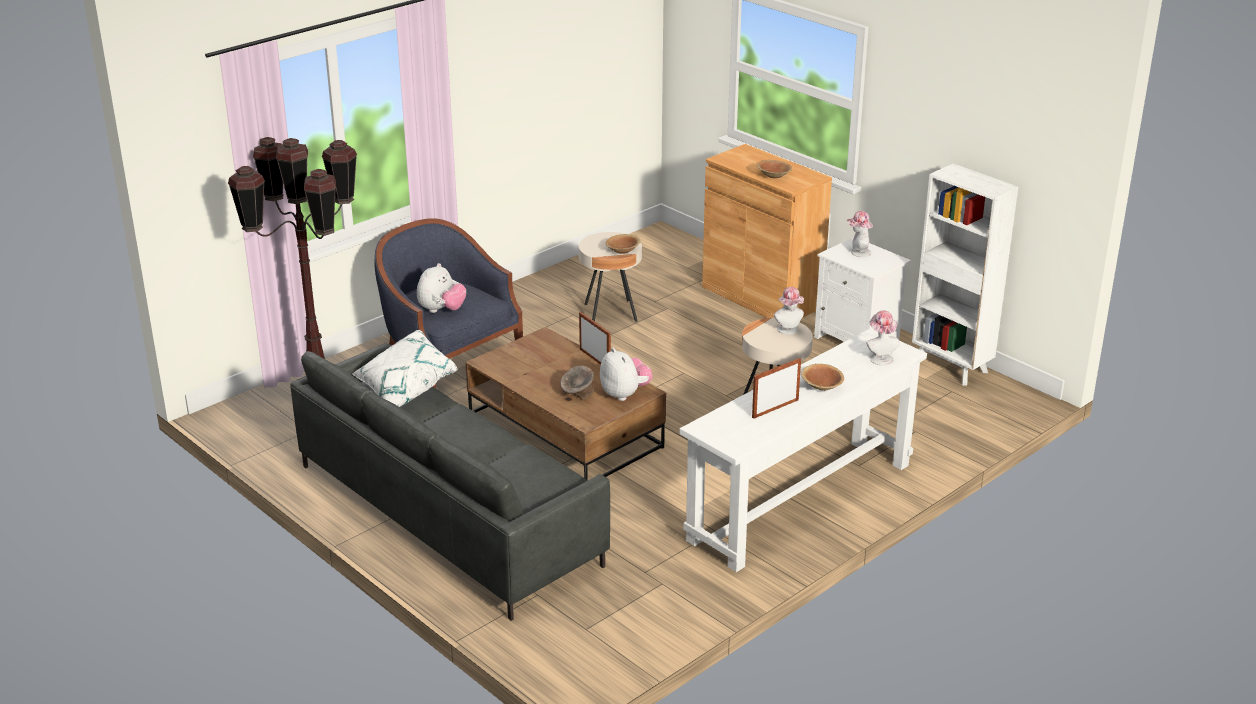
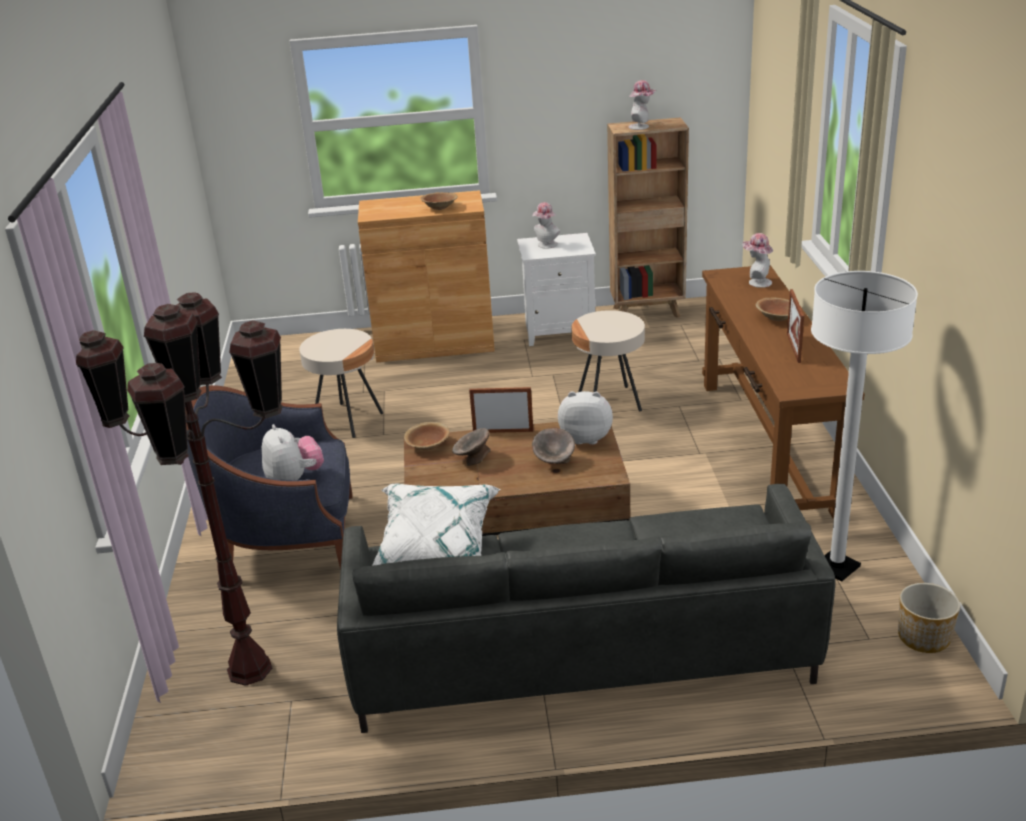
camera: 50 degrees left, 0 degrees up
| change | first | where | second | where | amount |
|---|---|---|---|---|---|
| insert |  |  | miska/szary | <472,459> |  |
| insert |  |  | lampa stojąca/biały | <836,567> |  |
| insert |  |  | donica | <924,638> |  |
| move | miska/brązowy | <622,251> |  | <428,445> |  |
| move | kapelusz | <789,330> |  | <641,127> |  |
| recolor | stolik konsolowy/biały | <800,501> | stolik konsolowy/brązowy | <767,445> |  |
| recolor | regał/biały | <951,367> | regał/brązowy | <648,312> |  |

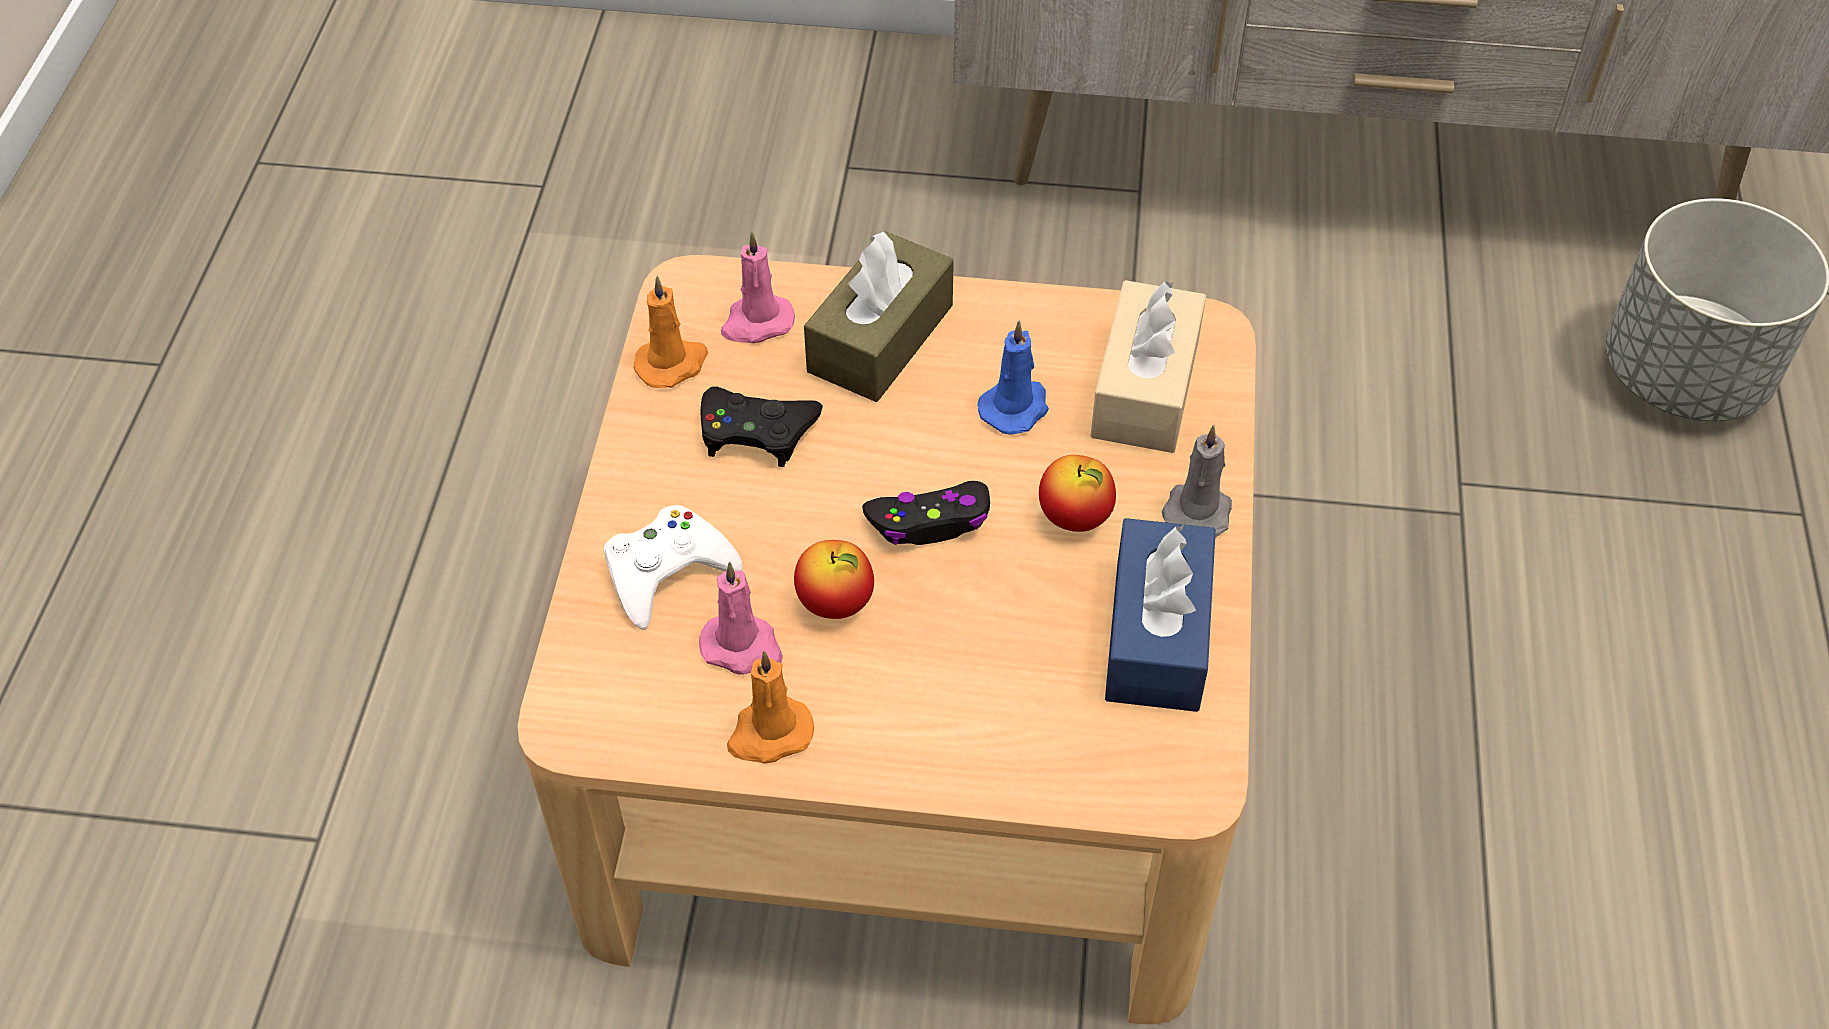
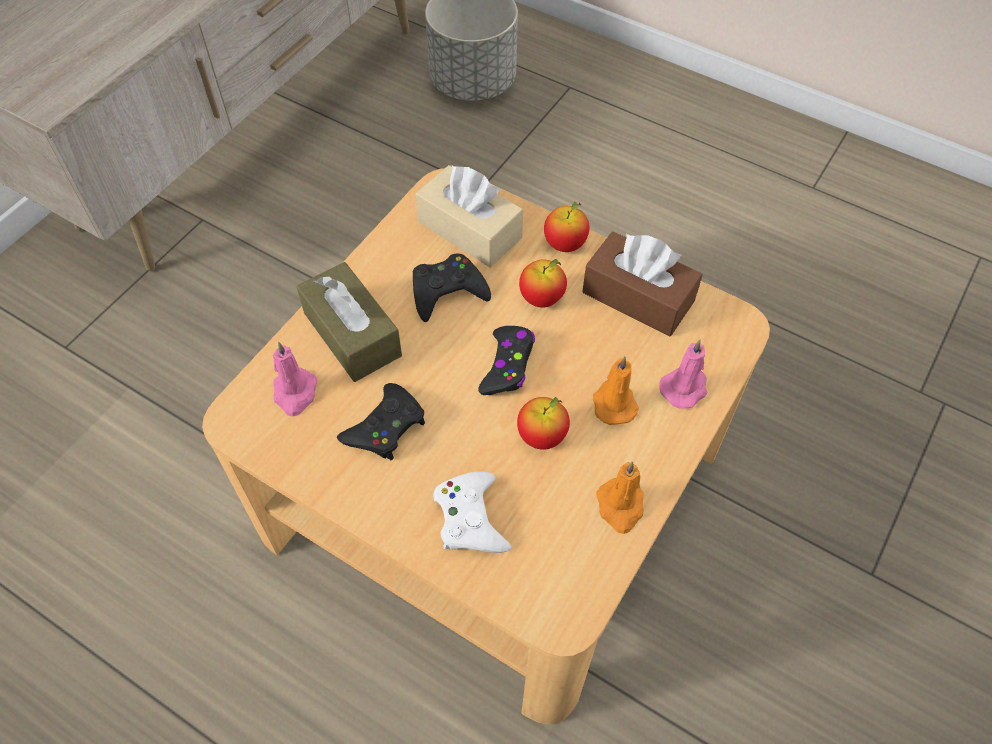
camera: 65 degrees left, 5 degrees up
| change | first | where | second | where | amount |
|---|---|---|---|---|---|
| move | świeca/pomarańczowy | <672,364> |  | <613,403> |  |
| move | świeca/różowy | <743,647> |  | <685,388> |  |
| replace | świeca/niebieski | <1015,407> | pad do gier/czarny | <447,292> |  |
| replace | świeca/szary | <1198,509> | jabłko | <565,244> |  |
| recolor | pudełko chusteczek/niebieski | <1157,635> | pudełko chusteczek/brązowy | <638,297> |  |

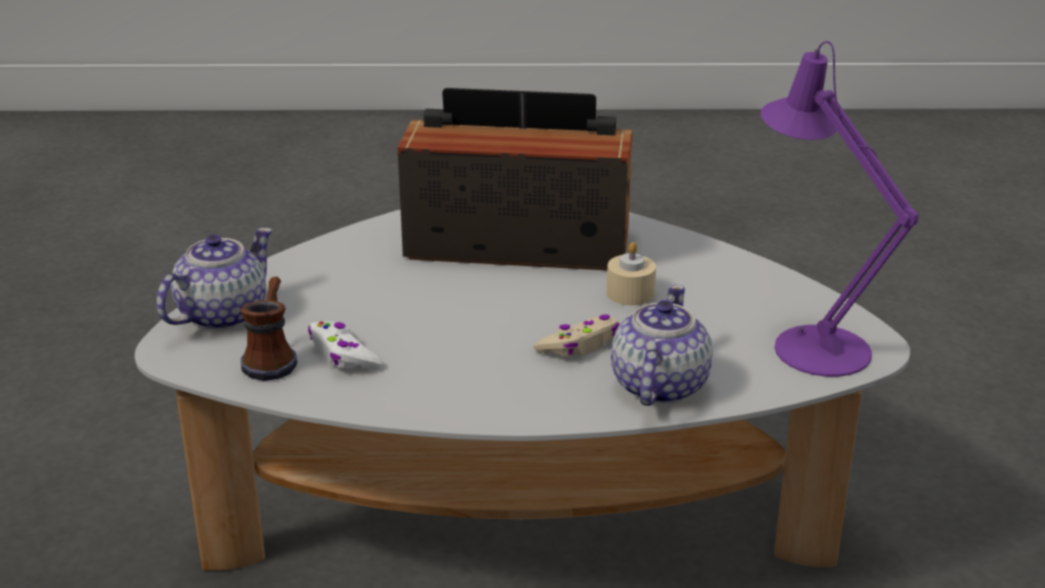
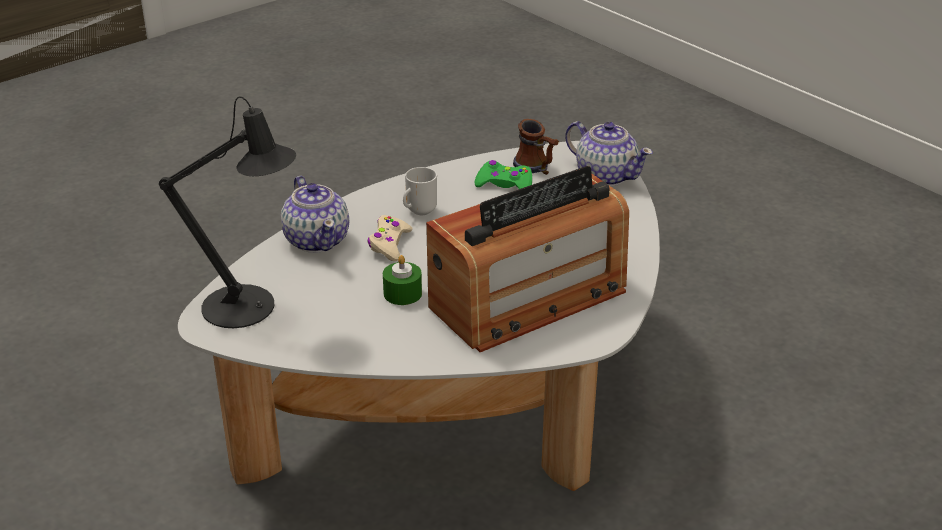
camera: 140 degrees right, 5 degrees up
| change | first | where | second | where | amount |
|---|---|---|---|---|---|
| insert |  |  | kubek | <419,211> |  |
| recolor | pad do gier/biały | <343,356> | pad do gier/zielony | <505,184> |  |
| recolor | świeca/beżowy | <630,293> | świeca/zielony | <402,293> |  |
| recolor | lampa stołowa/fioletowy | <811,344> | lampa stołowa/czarny | <249,308> |  |
| rotate | imbryk | <221,315> |  | <605,175> | 45 degrees counterclockwise |

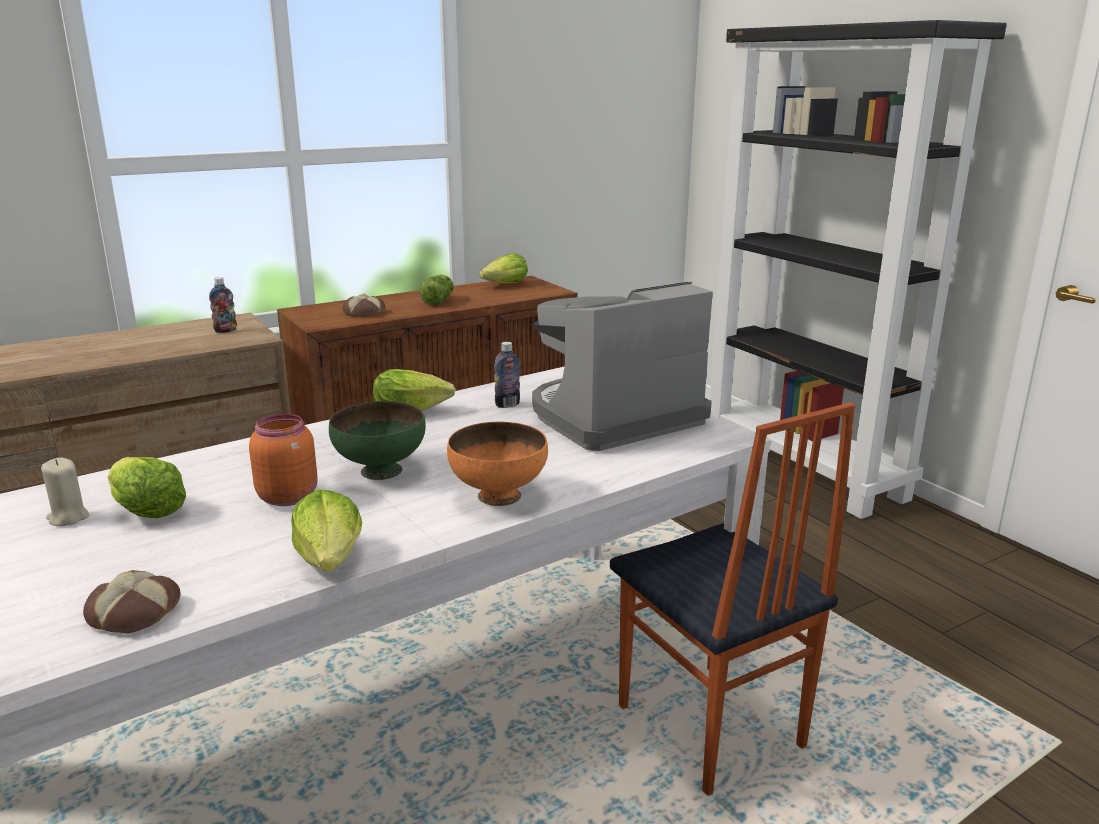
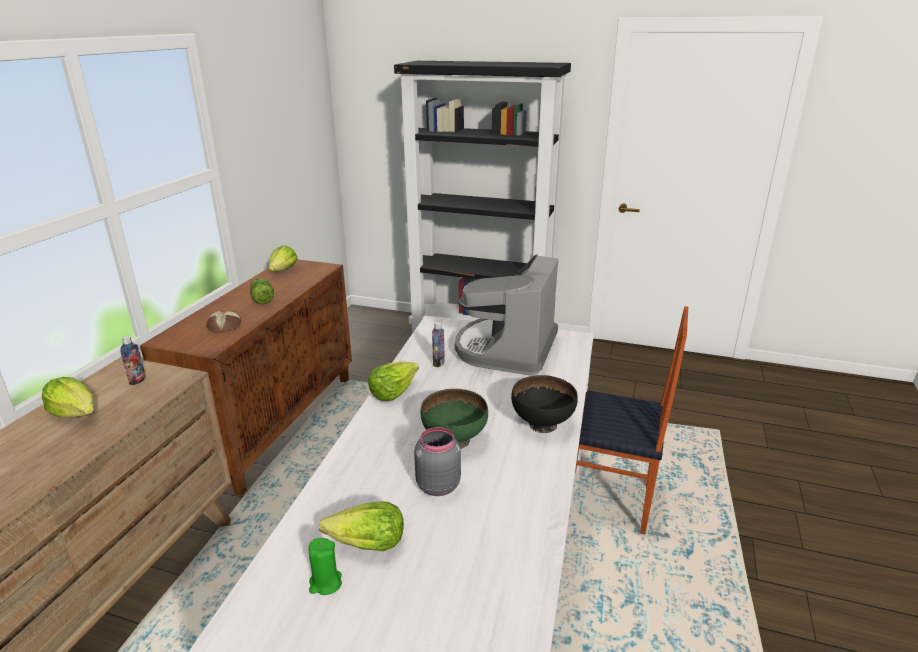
camera: 40 degrees left, 5 degrees up
| change | first | where | second | where | amount |
|---|---|---|---|---|---|
| delete | chleb | <136,613> |  |  |  |
| move | sałata | <330,559> |  | <76,413> |  |
| recolor | świeca/beżowy | <68,518> | świeca/zielony | <325,583> |  |
| recolor | słoik/pomarańczowy | <287,496> | słoik/szary | <437,485> |  |
| recolor | miska/pomarańczowy | <498,495> | miska/czarny | <541,424> |  |

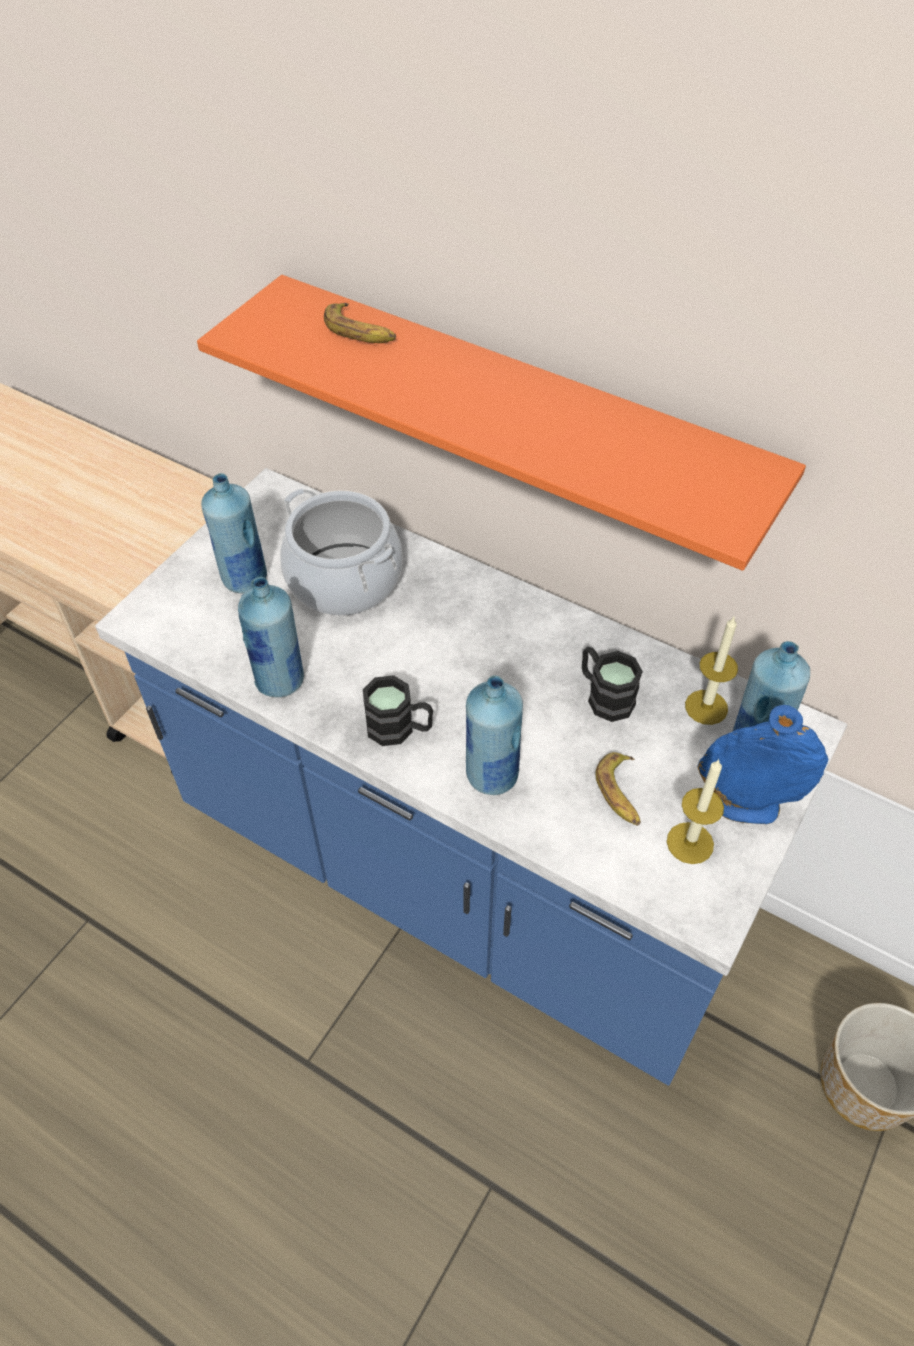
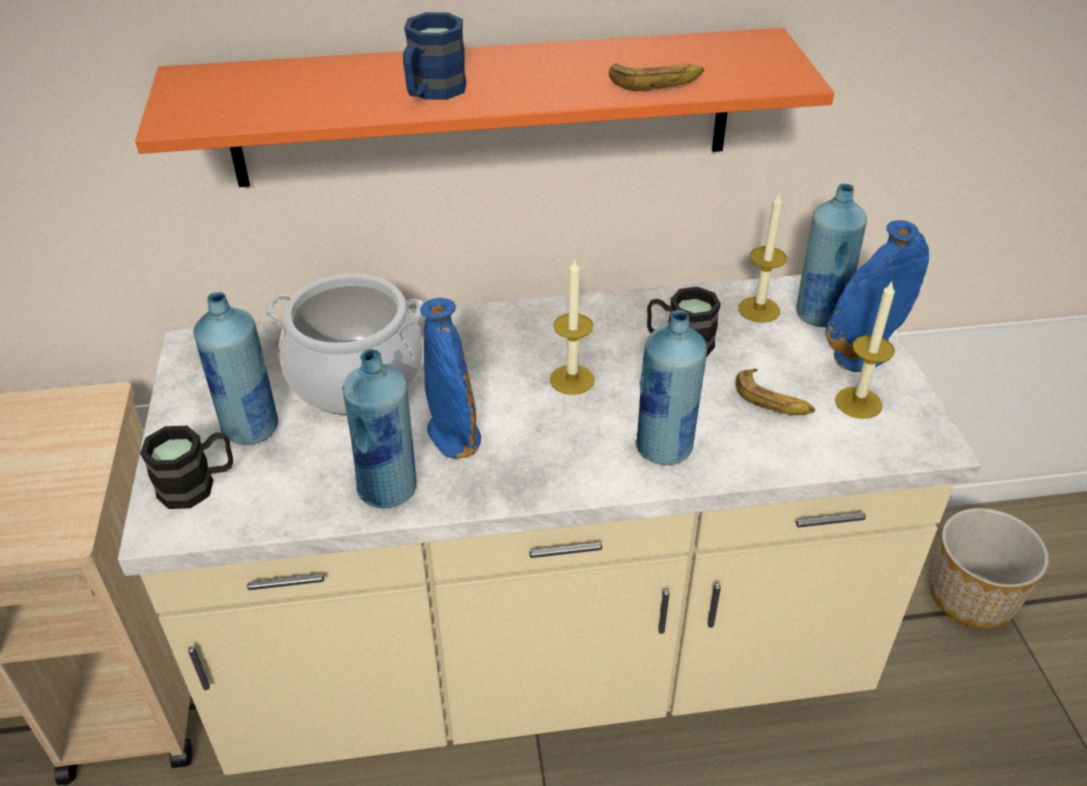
camera: 40 degrees left, 10 degrees down
| change | first | where | second | where | amount |
|---|---|---|---|---|---|
| insert |  |  | kubek/niebieski | <432,92> |  |
| insert |  |  | wazon/niebieski | <454,436> |  |
| insert |  |  | świeca | <572,379> |  |
| move | banan | <360,331> |  | <656,82> |  |
| move | kubek/czarny | <400,729> |  | <198,485> |  |
| recolor | zabudowa kuchenna/niebieski | <458,873> | zabudowa kuchenna/beżowy | <544,660> |  |

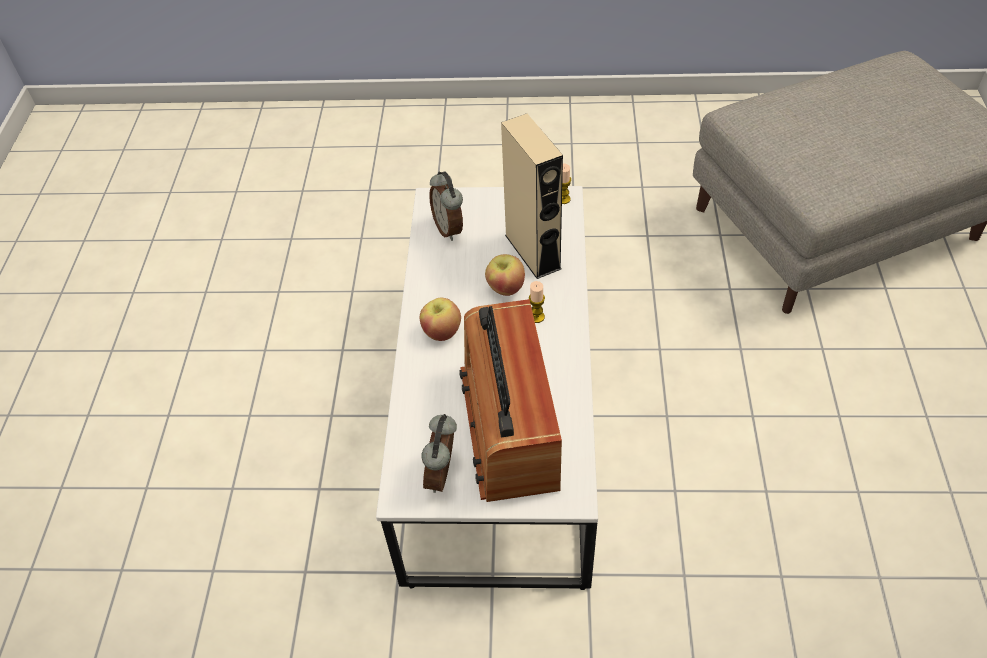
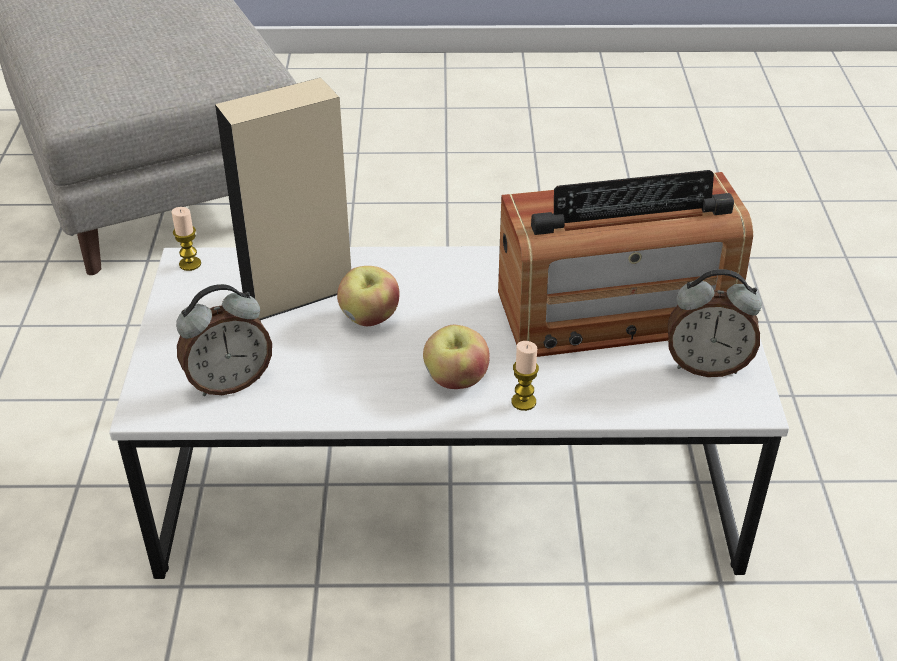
camera: 95 degrees left, 10 degrees down
| change | first | where | second | where | amount |
|---|---|---|---|---|---|
| move | świeca | <536,317> |  | <523,402> |  |

